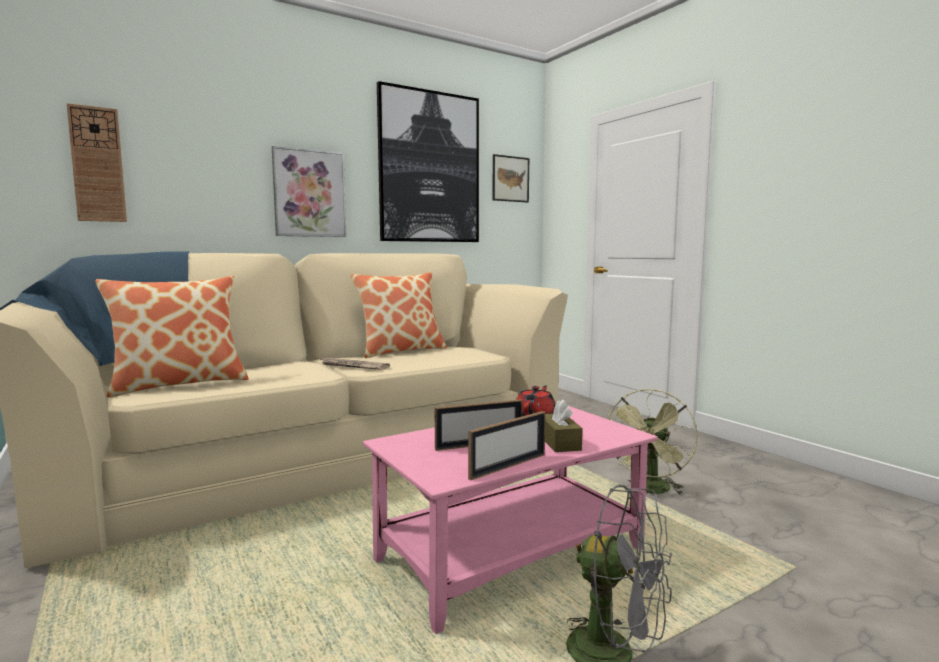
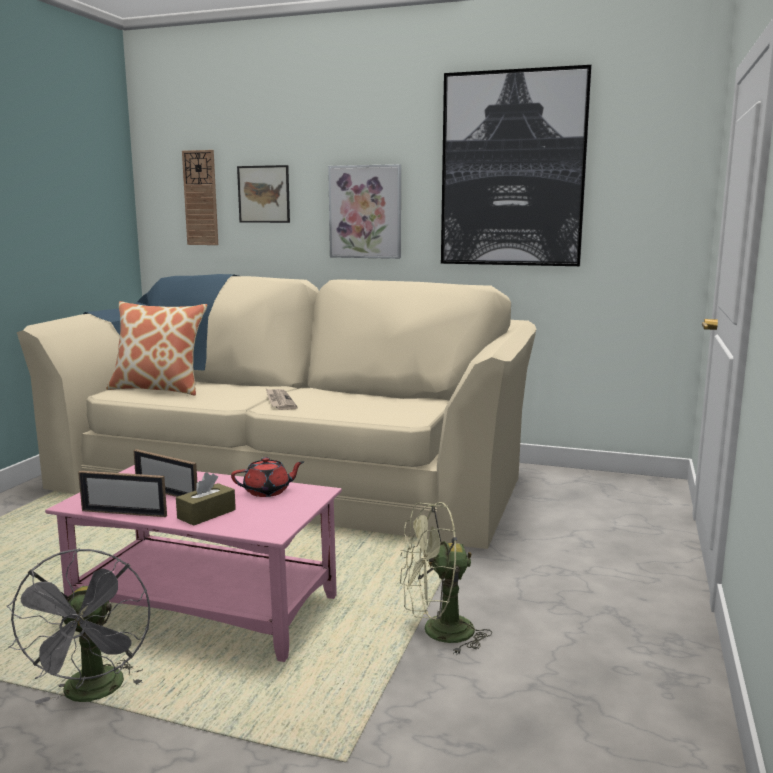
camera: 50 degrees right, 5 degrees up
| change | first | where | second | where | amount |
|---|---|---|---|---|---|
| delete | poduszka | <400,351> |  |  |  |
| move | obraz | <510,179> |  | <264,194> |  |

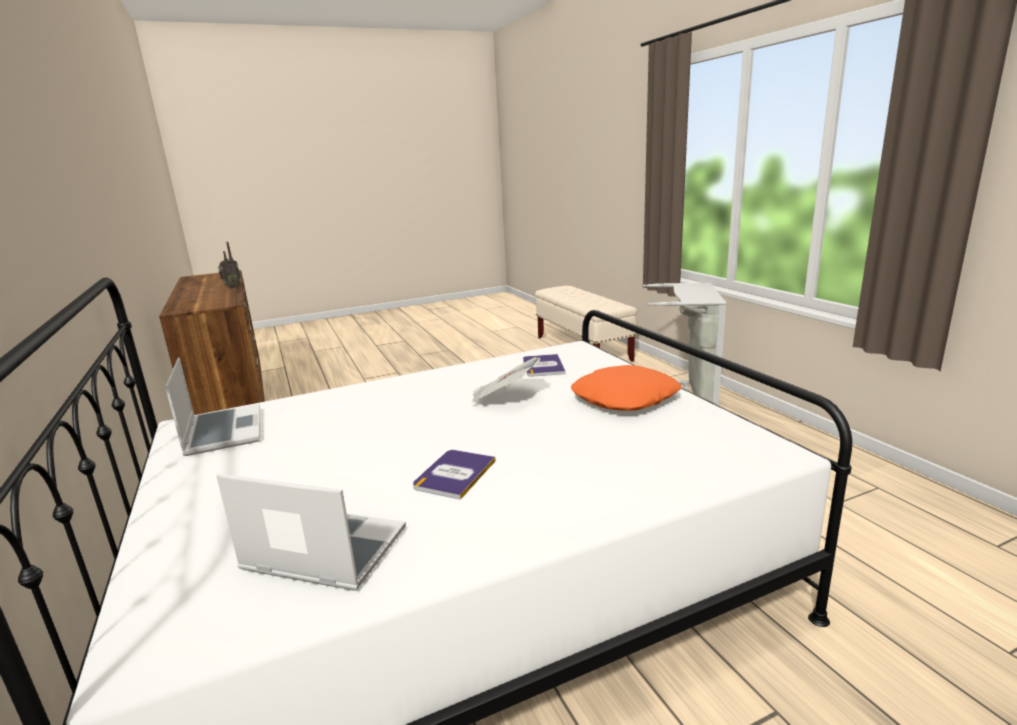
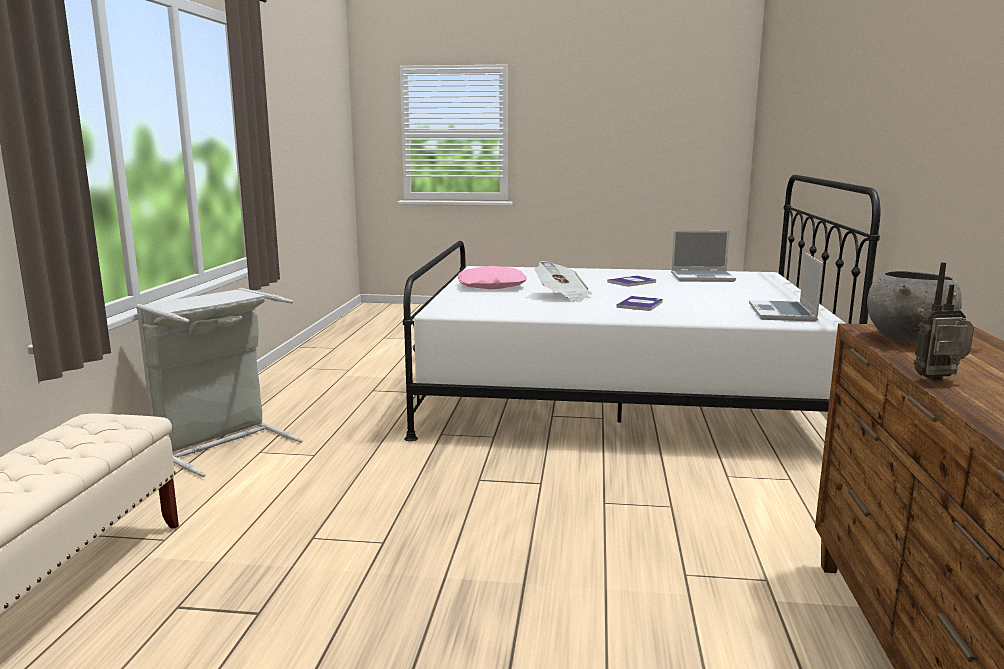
camera: 150 degrees left, 5 degrees down
| change | first | where | second | where | amount |
|---|---|---|---|---|---|
| insert |  |  | miska/szary | <908,339> |  |
| move | książka | <543,366> |  | <640,304> |  |
| recolor | poduszka/pomarańczowy | <624,398> | poduszka/różowy | <491,286> |  |
| rotate | laptop | <322,551> |  | <703,277> | 45 degrees counterclockwise |

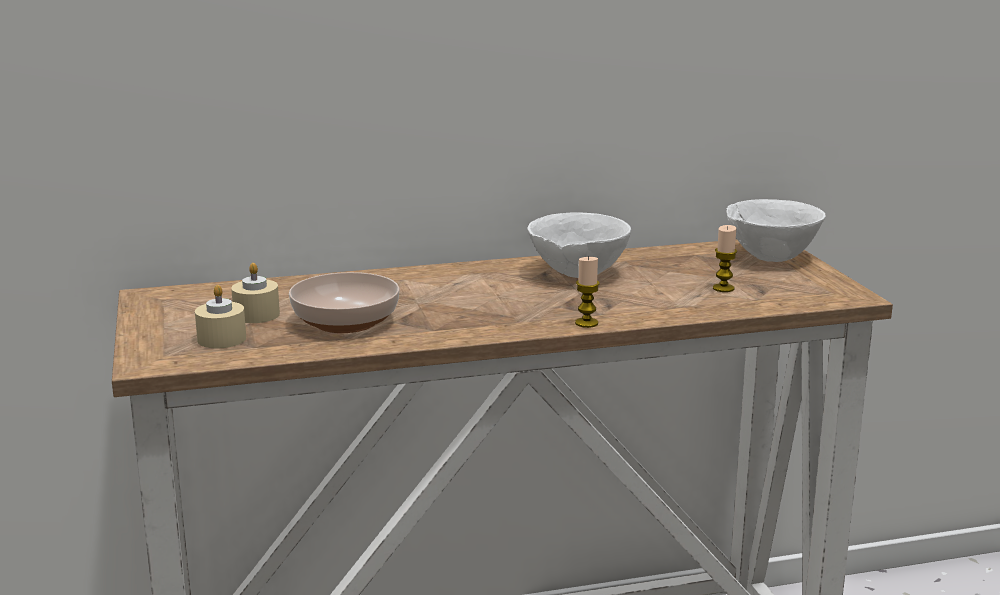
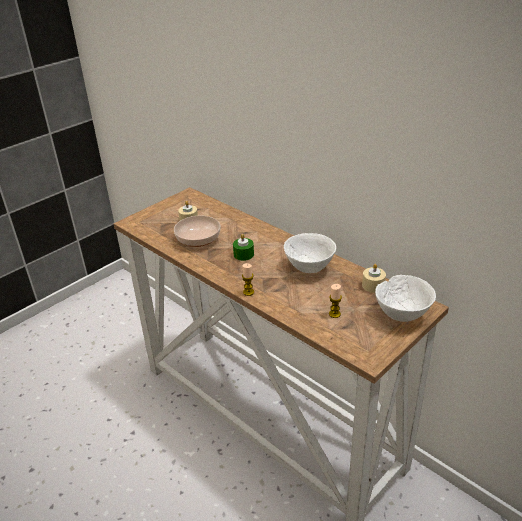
camera: 60 degrees right, 15 degrees up
| change | first | where | second | where | amount |
|---|---|---|---|---|---|
| insert |  |  | świeca/zielony | <243,254> |  |
| move | świeca/beżowy | <222,339> |  | <373,285> |  |

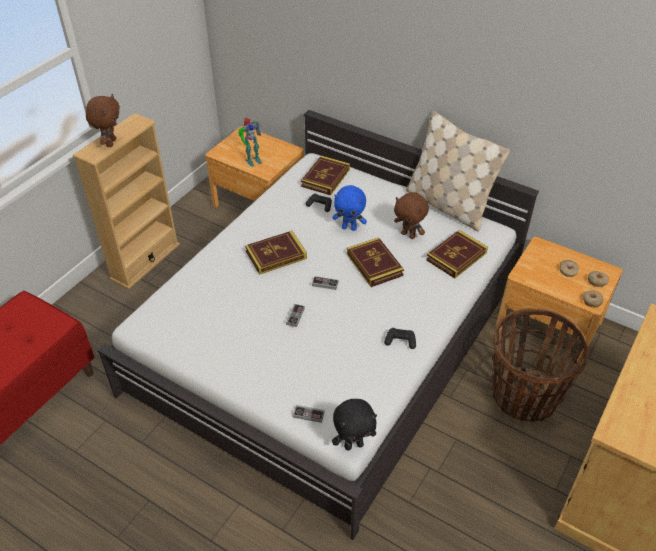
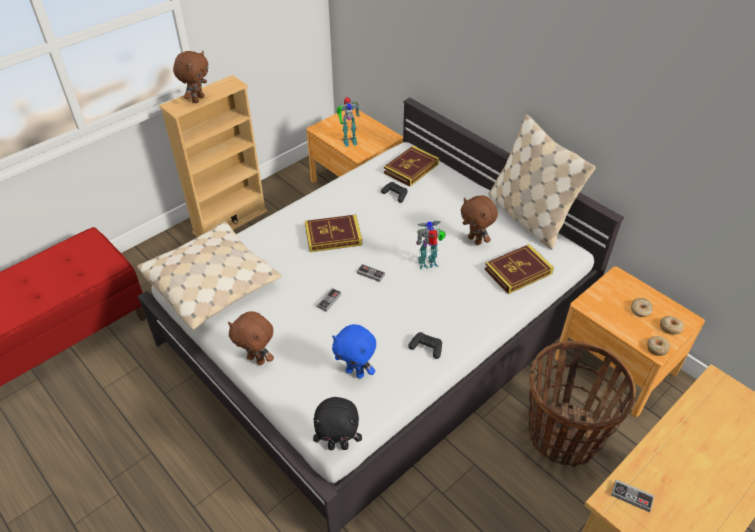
camera: 15 degrees right, 0 degrees up
| change | first | where | second | where | amount |
|---|---|---|---|---|---|
| insert |  |  | poduszka/beżowy | <212,283> |  |
| insert |  |  | pluszak/brązowy | <257,359> |  |
| move | pad do gier | <308,415> |  | <631,496> |  |
| move | pluszak/niebieski | <349,228> |  | <355,372> |  |
| replace | książka | <374,264> | robot zabawkowy | <428,264> |  |

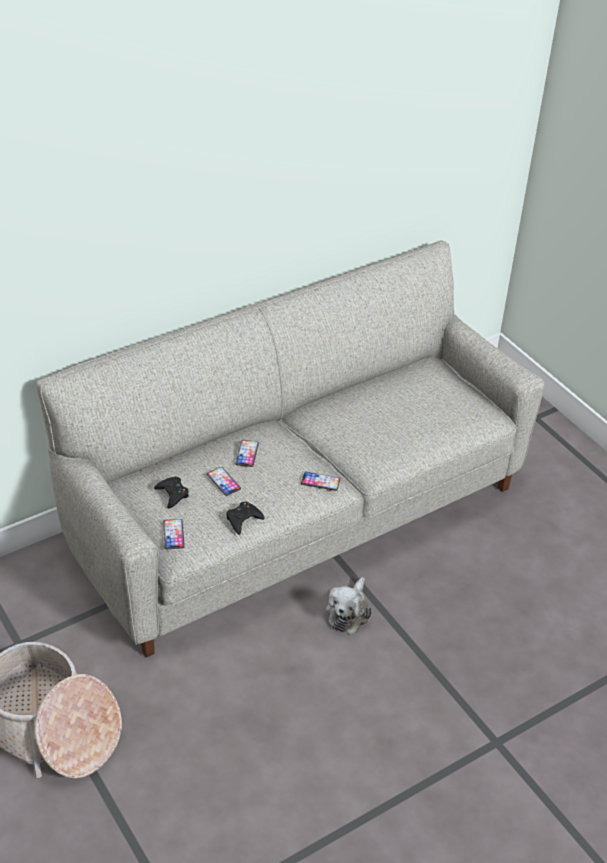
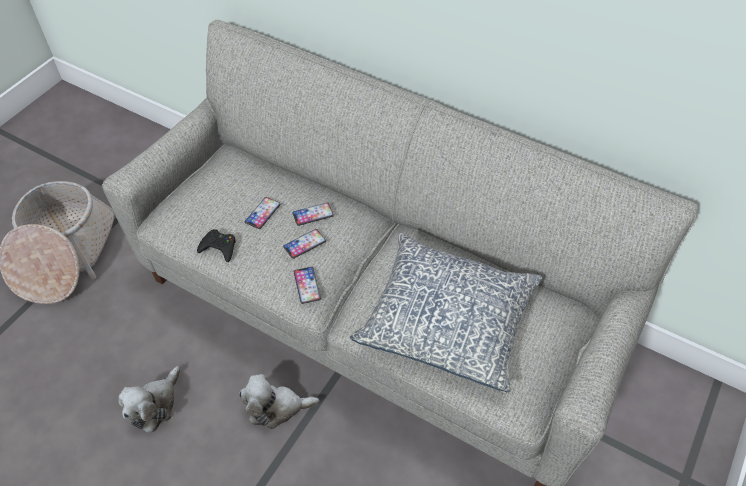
camera: 65 degrees right, 10 degrees up
| change | first | where | second | where | amount |
|---|---|---|---|---|---|
| delete | pad do gier/czarny | <172,494> |  |  |  |
| insert |  |  | pluszak | <155,405> |  |
| insert |  |  | poduszka | <447,321> |  |
| move | telefon | <173,534> |  | <304,244> |  |

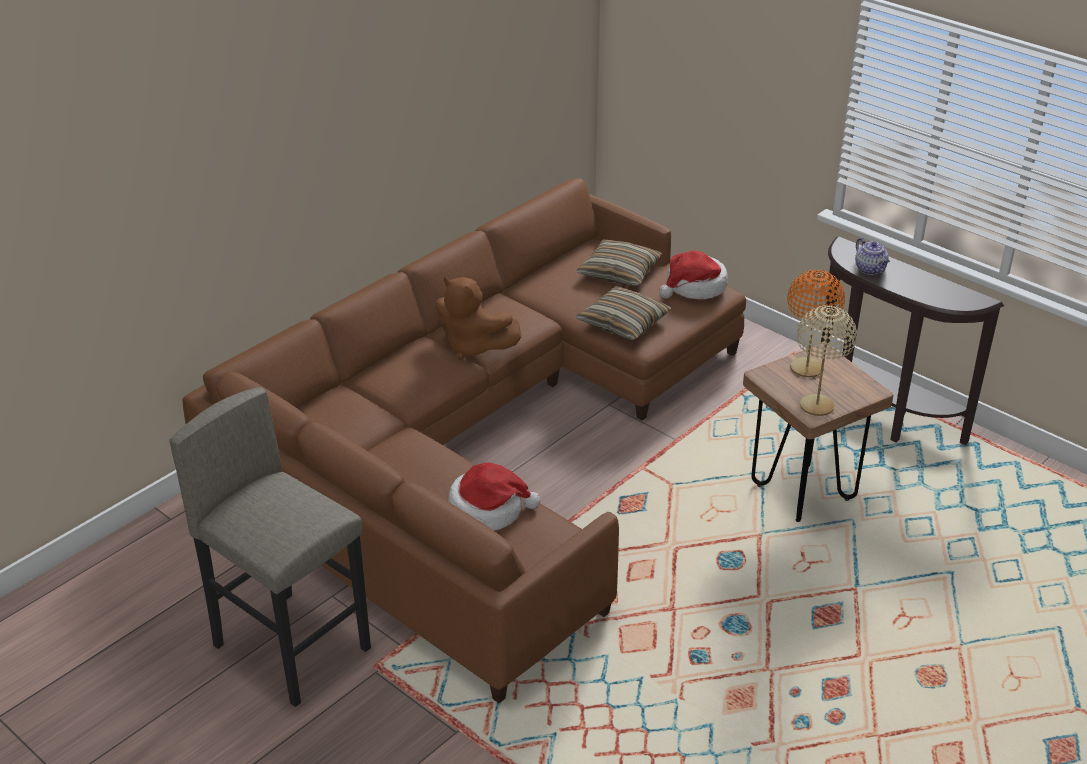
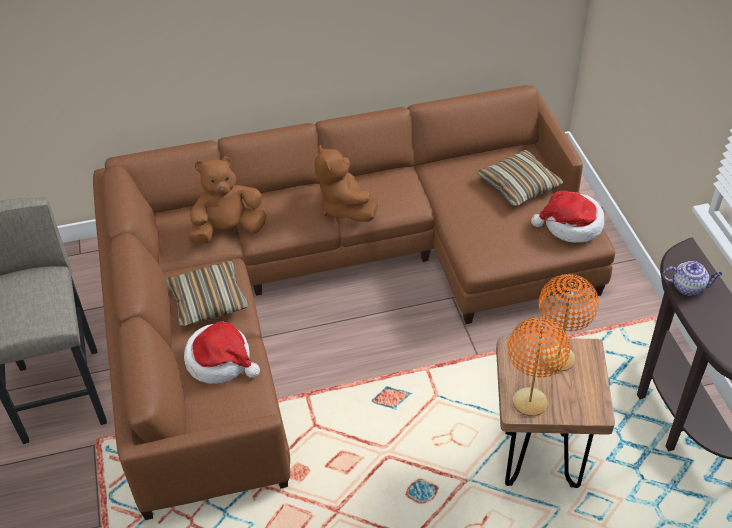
camera: 35 degrees right, 10 degrees up
| change | first | where | second | where | amount |
|---|---|---|---|---|---|
| insert |  |  | pluszak/brązowy | <228,230> |  |
| move | poduszka | <623,323> |  | <208,301> |  |
| recolor | lampa stołowa/beżowy | <816,406> | lampa stołowa/pomarańczowy | <530,402> |  |
| rotate | imbryk | <870,269> |  | <688,287> | 90 degrees counterclockwise |

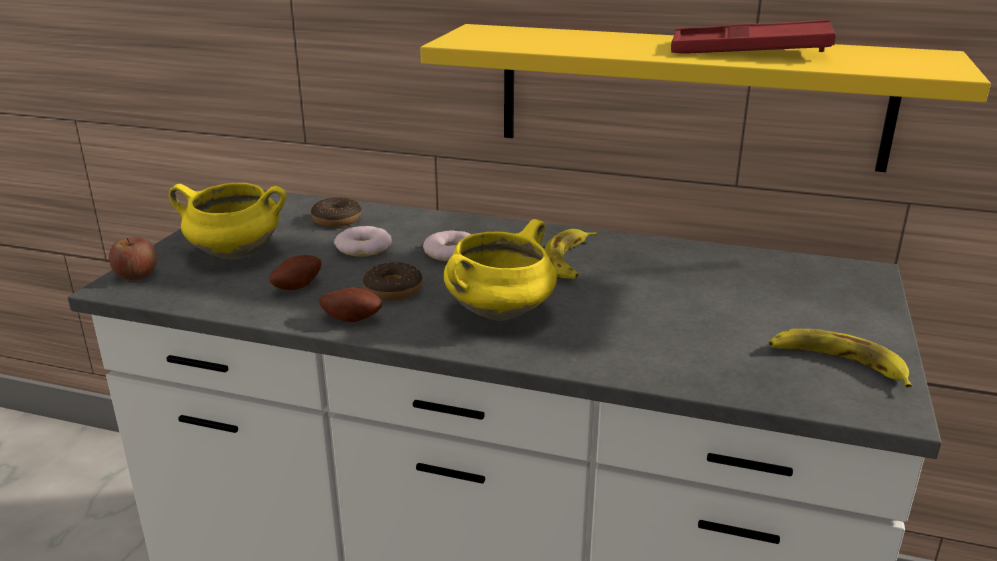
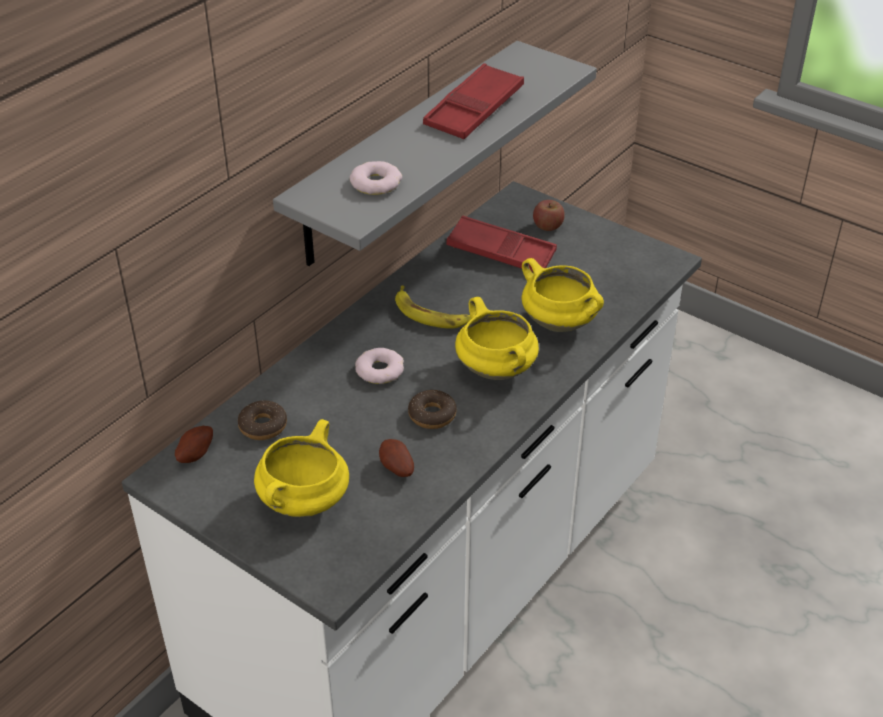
camera: 70 degrees left, 15 degrees up
| change | first | where | second | where | amount |
|---|---|---|---|---|---|
| delete | banan | <837,363> |  |  |  |
| insert |  |  | taca/czerwony | <501,252> |  |
| insert |  |  | garnek/żółty | <560,323> |  |
| move | jabłko | <136,275> |  | <548,226> |  |
| move | ziemniak | <352,318> |  | <194,453> |  |
| move | donut | <364,247> |  | <376,183> |  |
| recolor | półka/żółty | <689,96> | półka/szary | <406,153> |  |

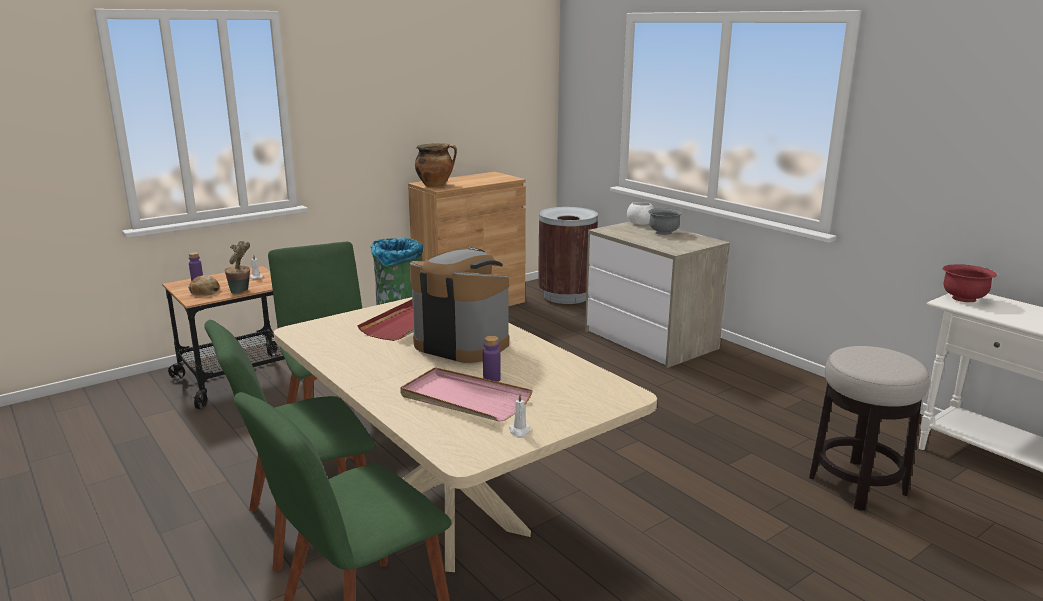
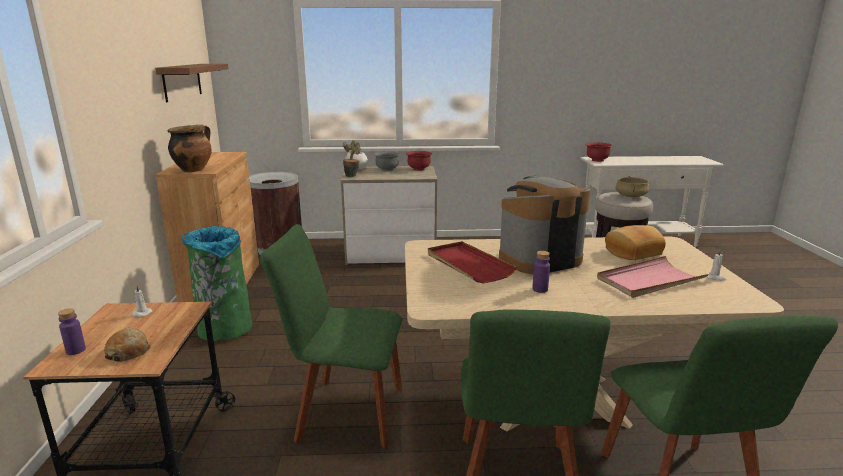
camera: 55 degrees left, 0 degrees up
| change | first | where | second | where | amount |
|---|---|---|---|---|---|
| insert |  |  | półka | <182,81> |  |
| insert |  |  | miska/czerwony | <419,169> |  |
| insert |  |  | chleb | <632,252> |  |
| insert |  |  | garnek/beżowy | <630,196> |  |
| move | roślina doniczkowa | <241,291> |  | <352,175> |  |
| move | butelka/fioletowy | <491,379> |  | <540,289> |  |

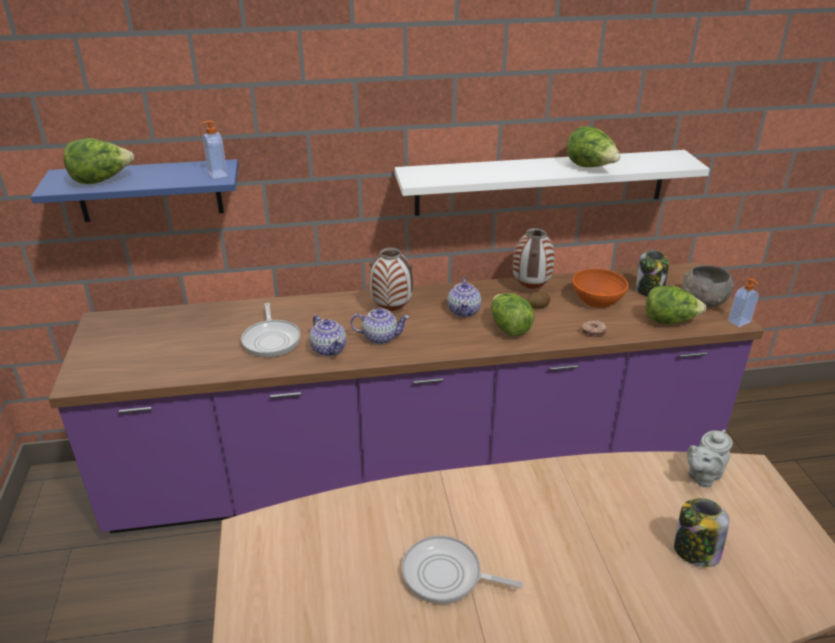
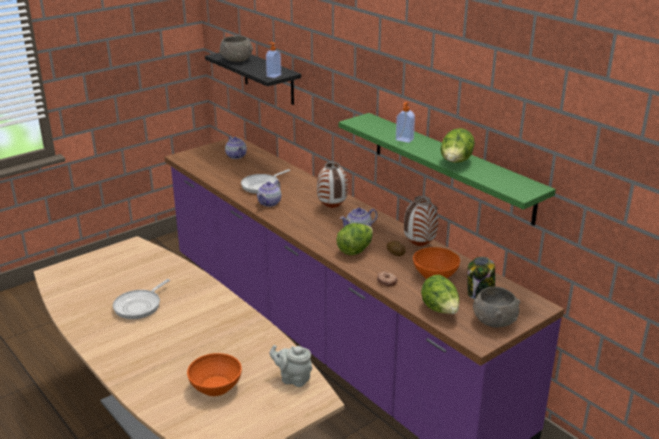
camera: 60 degrees right, 5 degrees down
| change | first | where | second | where | amount |
|---|---|---|---|---|---|
| move | imbryk | <380,337> |  | <236,156> |  |
| move | dozownik mydła | <739,322> |  | <404,140> |  |
| replace | sałata | <101,180> | miska/szary | <236,60> |  |
| replace | słoik | <695,551> | miska/pomarańczowy | <215,386> |  |
| recolor | półka/niebieski | <150,191> | półka/czarny | <268,77> |  |
| recolor | półka/biały | <541,182> | półka/zielony | <450,166> |  |
| rotate | patelnia | <446,575> |  | <139,306> | 135 degrees counterclockwise |

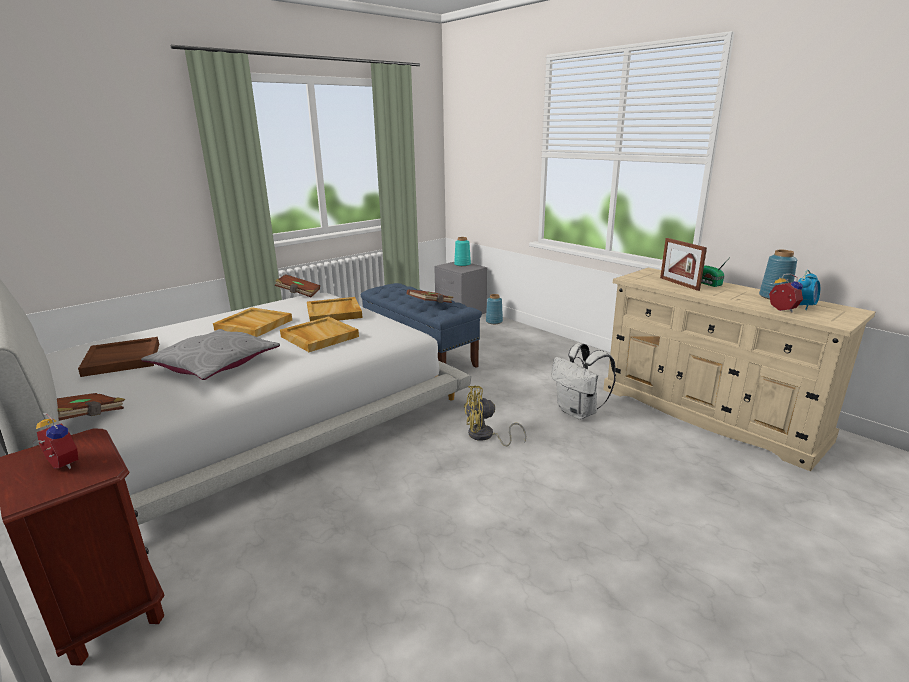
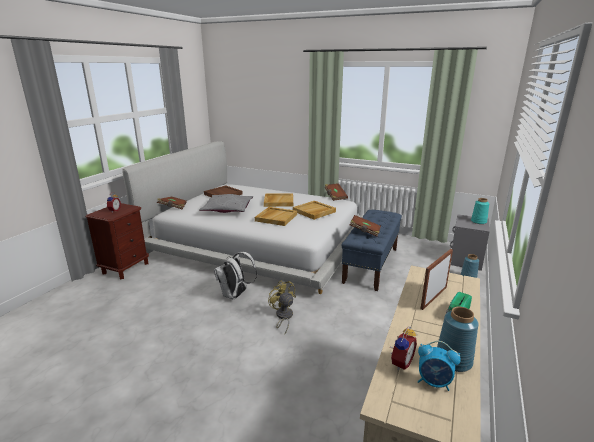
camera: 65 degrees right, 0 degrees up
| change | first | where | second | where | amount |
|---|---|---|---|---|---|
| move | plecak/biały | <579,412> |  | <235,295> |  |

